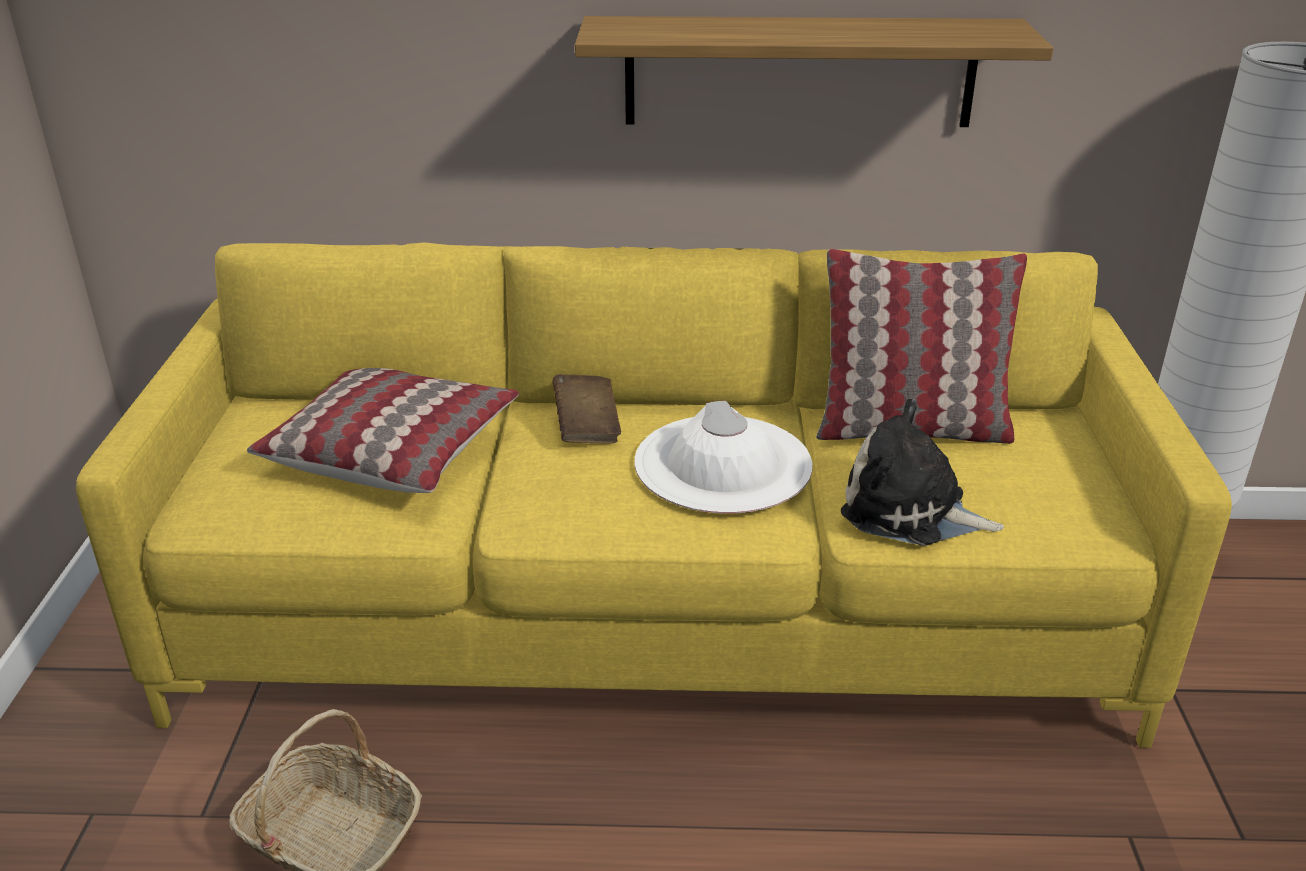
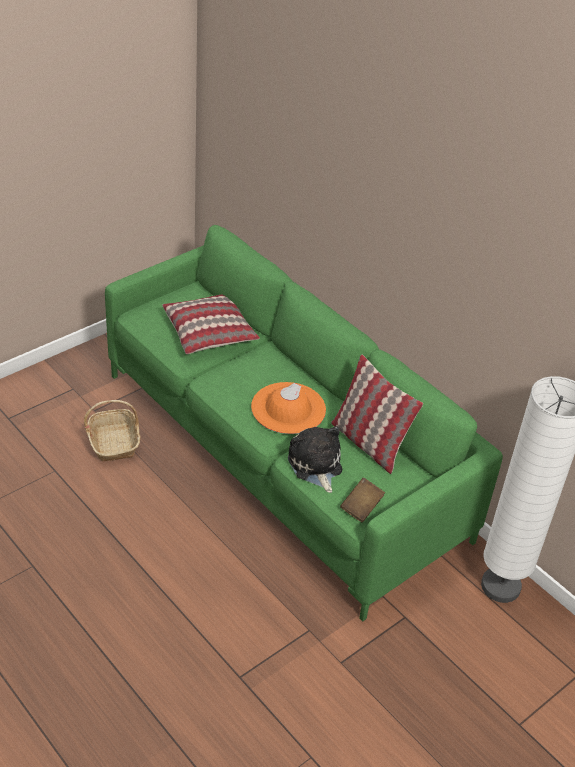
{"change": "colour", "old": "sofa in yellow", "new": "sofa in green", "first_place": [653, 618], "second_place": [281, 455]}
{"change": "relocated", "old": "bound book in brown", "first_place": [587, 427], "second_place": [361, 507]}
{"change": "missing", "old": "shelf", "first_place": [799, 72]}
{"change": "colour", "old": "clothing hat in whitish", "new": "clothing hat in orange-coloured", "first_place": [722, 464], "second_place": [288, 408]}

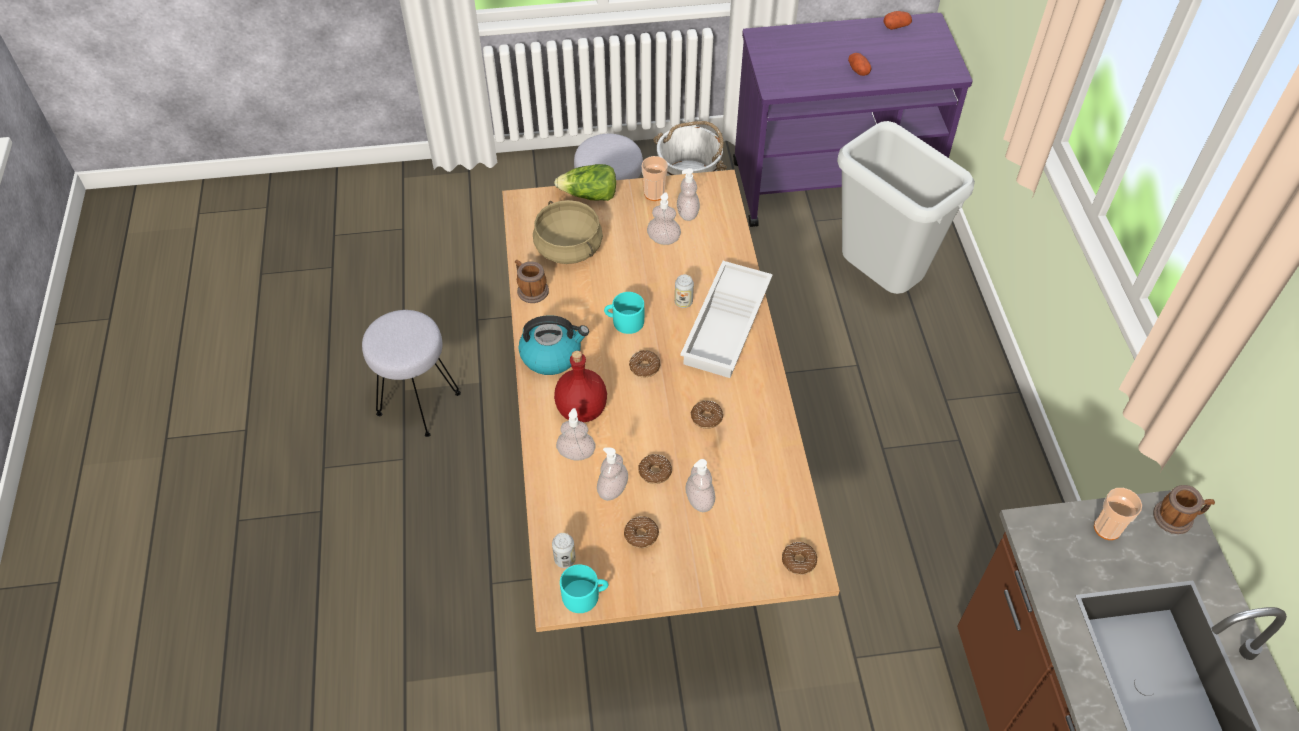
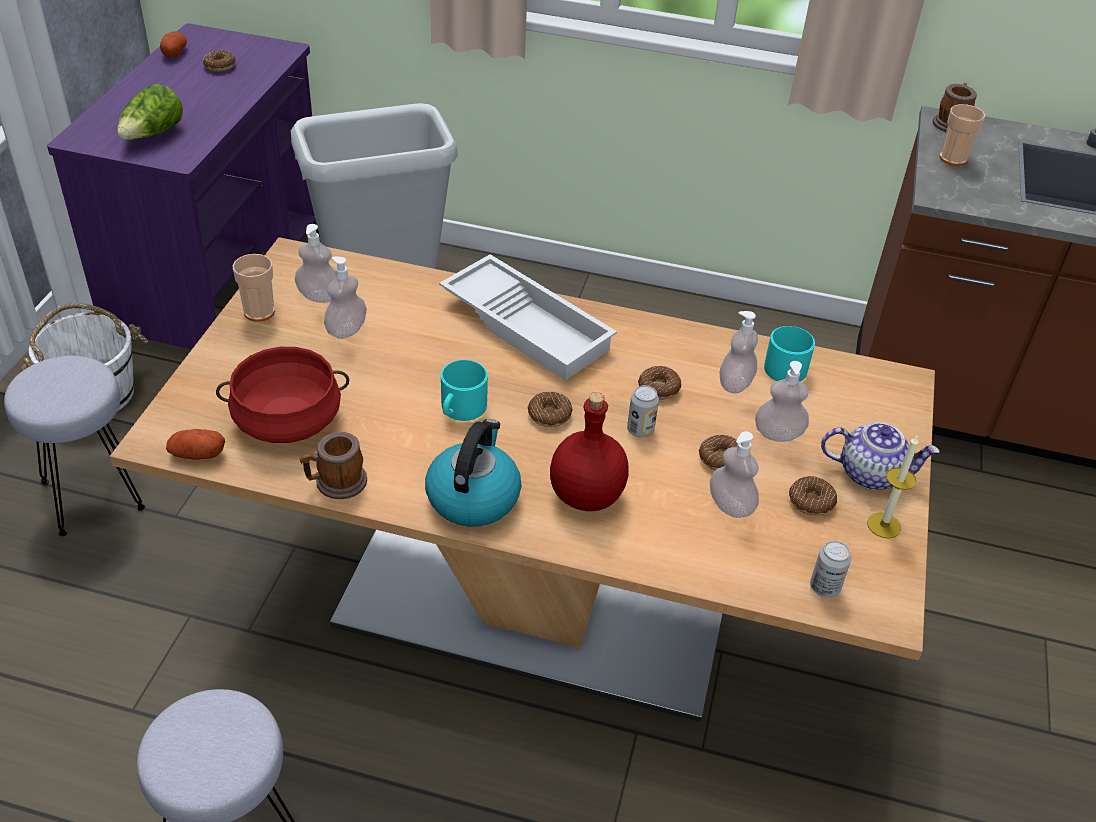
{"change": "colour", "old": "cooking pot in beige", "new": "cooking pot in red-coloured", "first_place": [569, 247], "second_place": [288, 419]}
{"change": "relocated", "old": "lettuce head", "first_place": [589, 195], "second_place": [153, 134]}
{"change": "relocated", "old": "soap dispenser", "first_place": [576, 453], "second_place": [735, 384]}
{"change": "relocated", "old": "coffee mug in turquoise", "first_place": [585, 595], "second_place": [785, 365]}
{"change": "relocated", "old": "can", "first_place": [683, 302], "second_place": [640, 430]}
{"change": "relocated", "old": "ring doughnut", "first_place": [799, 561], "second_place": [220, 66]}
{"change": "relocated", "old": "potato", "first_place": [858, 70], "second_place": [197, 454]}
{"change": "appeared", "new": "teapot", "second_place": [871, 473]}
{"change": "appeared", "new": "candle", "second_place": [884, 525]}

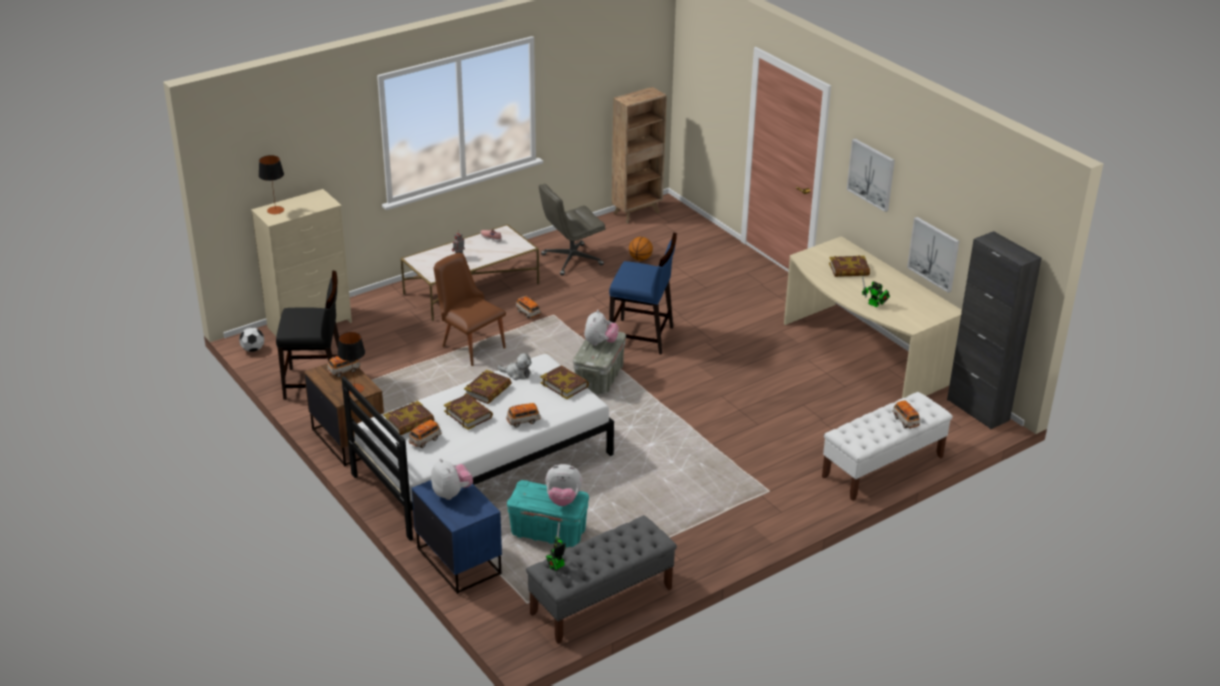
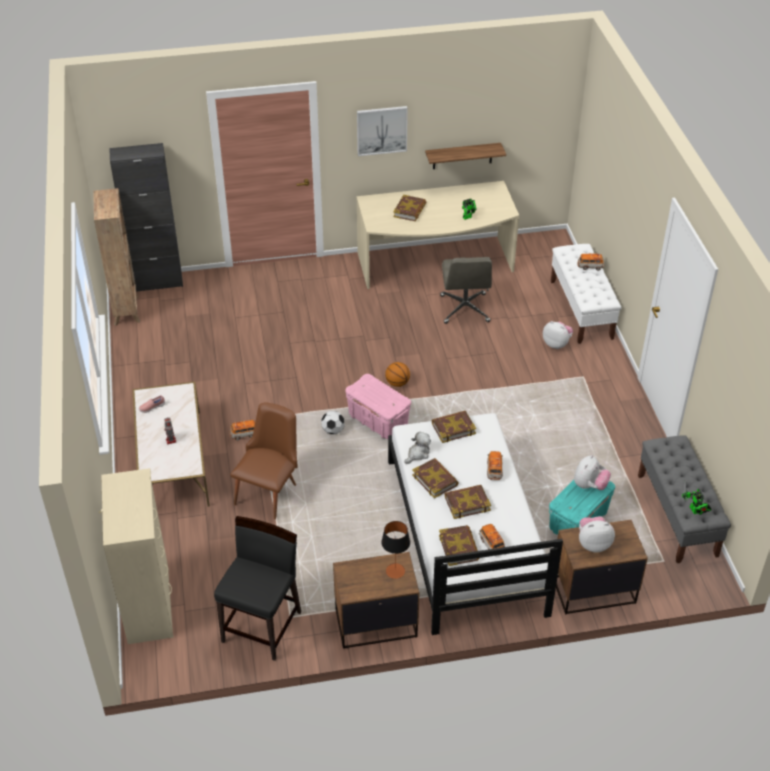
{"change": "relocated", "old": "ball for football", "first_place": [253, 349], "second_place": [333, 430]}
{"change": "missing", "old": "tabletop lamp", "first_place": [275, 210]}
{"change": "missing", "old": "miniature car", "first_place": [344, 371]}
{"change": "colour", "old": "nightstand in bluish", "new": "nightstand in brown", "first_place": [459, 561], "second_place": [593, 589]}
{"change": "spun", "old": "upright chair in brown", "first_place": [469, 345], "second_place": [270, 490], "degrees": 135}
{"change": "relocated", "old": "computer chair in grey", "first_place": [571, 260], "second_place": [465, 309]}
{"change": "colour", "old": "storage box in grey", "new": "storage box in pink", "first_place": [599, 377], "second_place": [377, 420]}
{"change": "relocated", "old": "cuddly toy", "first_place": [600, 343], "second_place": [556, 344]}
{"change": "missing", "old": "upright chair in bluish", "first_place": [641, 337]}
{"change": "relocated", "old": "basketball ball", "first_place": [640, 259], "second_place": [397, 383]}
{"change": "exchanged", "old": "picture", "new": "shelf", "first_place": [934, 254], "second_place": [462, 156]}
{"change": "relocated", "old": "cabinet in blackish", "first_place": [978, 410], "second_place": [157, 282]}

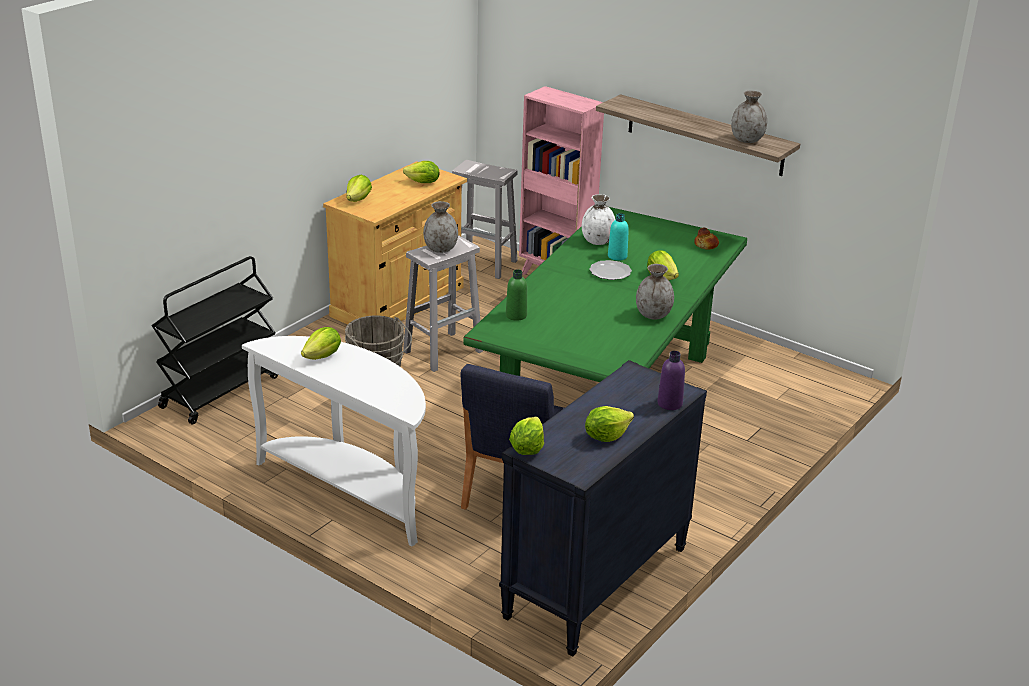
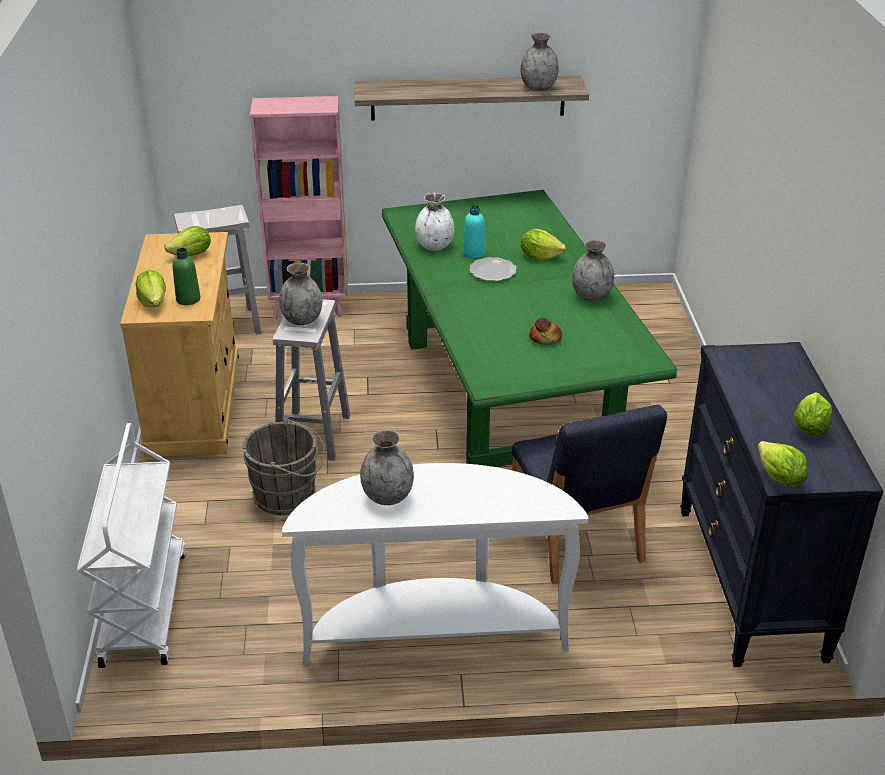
{"change": "colour", "old": "wheeled cart in blackish", "new": "wheeled cart in whitish", "first_place": [220, 391], "second_place": [143, 606]}
{"change": "exchanged", "old": "lettuce head", "new": "vase in grey", "first_place": [323, 356], "second_place": [388, 496]}
{"change": "relocated", "old": "beverage bottle in green", "first_place": [516, 315], "second_place": [188, 299]}
{"change": "missing", "old": "beverage bottle in purple", "first_place": [669, 403]}
{"change": "relocated", "old": "bakery bread", "first_place": [706, 245], "second_place": [545, 338]}

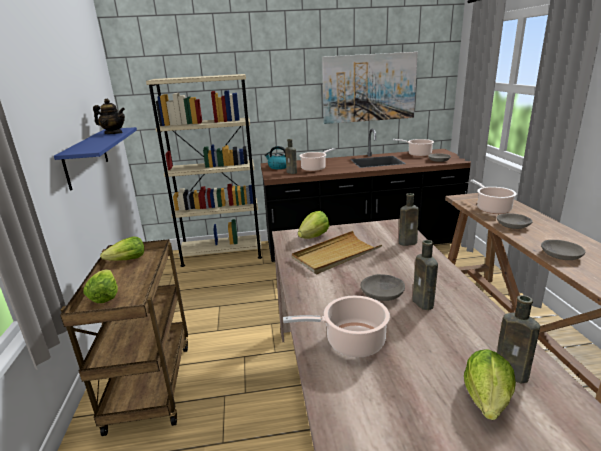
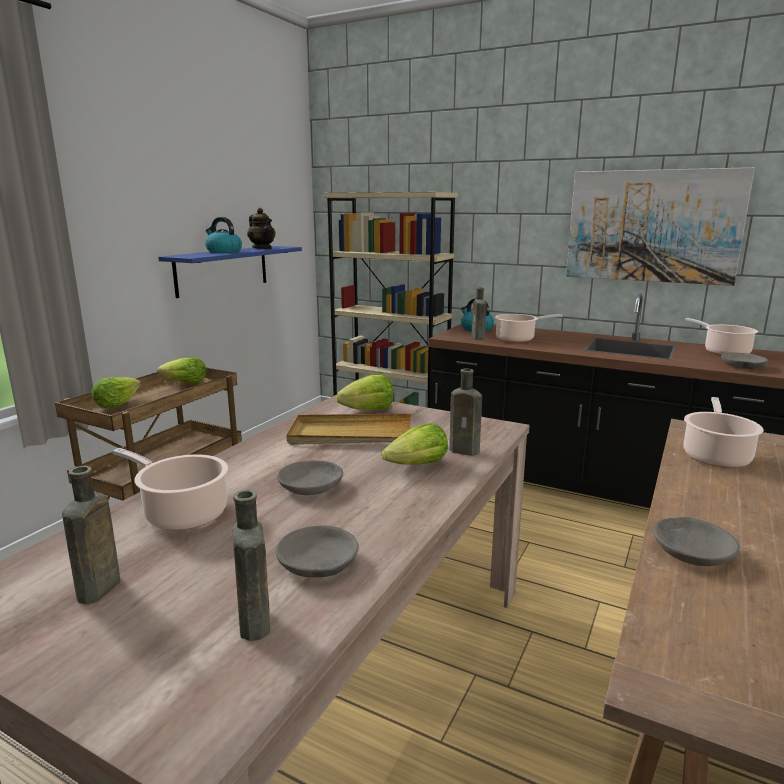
{"change": "relocated", "old": "beverage bottle in brown", "first_place": [424, 304], "second_place": [97, 591]}
{"change": "relocated", "old": "lettuce head", "first_place": [487, 399], "second_place": [418, 465]}
{"change": "relocated", "old": "serving bowl in grey", "first_place": [513, 225], "second_place": [318, 564]}
{"change": "appeared", "new": "kettle", "second_place": [223, 252]}

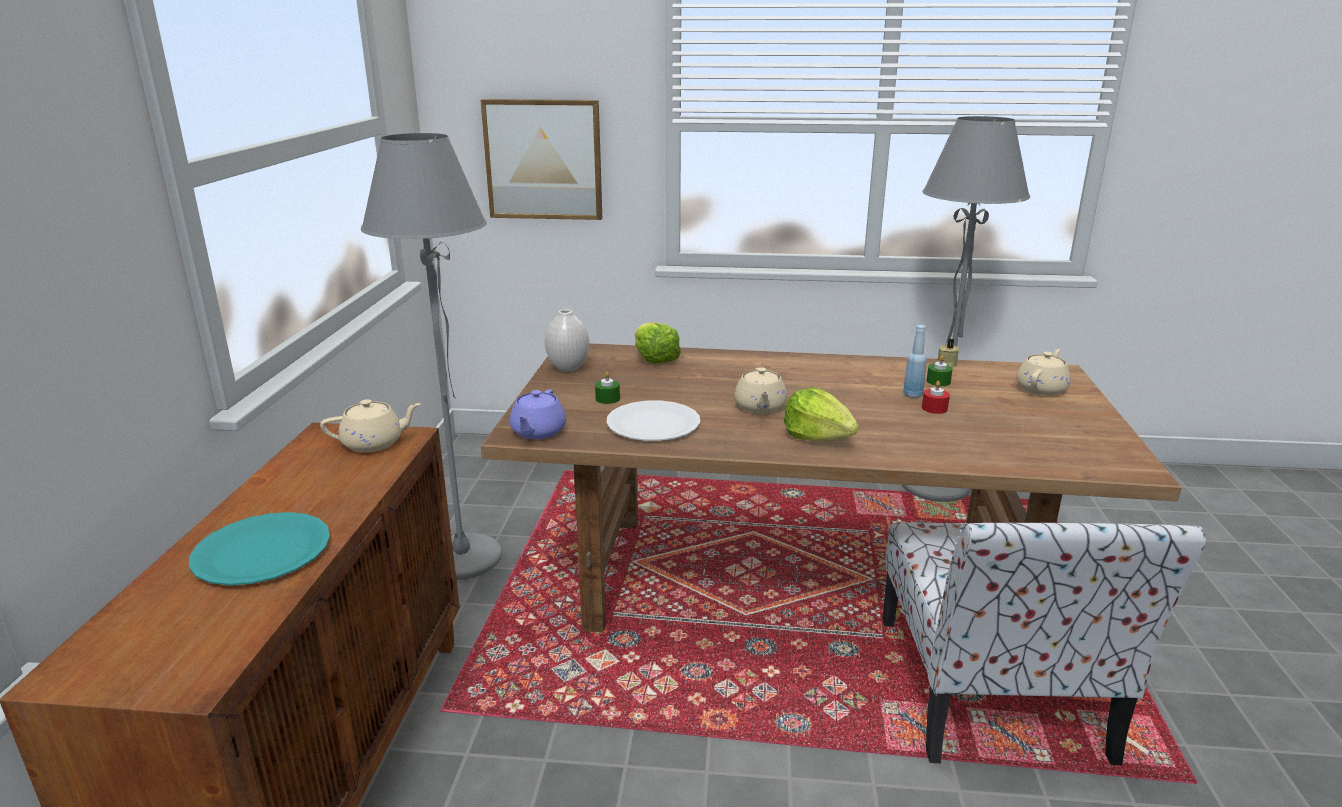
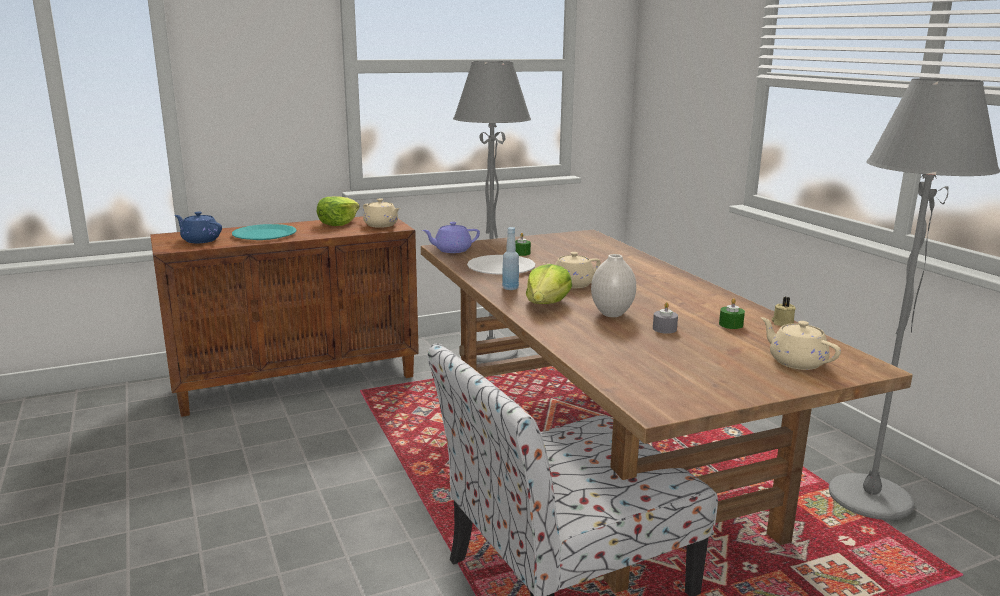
{"change": "missing", "old": "picture", "first_place": [543, 159]}
{"change": "relocated", "old": "vase in whitish", "first_place": [568, 368], "second_place": [611, 314]}
{"change": "relocated", "old": "lettuce head", "first_place": [655, 359], "second_place": [338, 223]}
{"change": "relocated", "old": "beverage bottle in bluish", "first_place": [912, 395], "second_place": [510, 288]}
{"change": "colour", "old": "candle in red-coloured", "new": "candle in grey", "first_place": [934, 408], "second_place": [664, 329]}
{"change": "spun", "old": "teapot in beige", "first_place": [1041, 389], "second_place": [796, 362], "degrees": -135}
{"change": "appeared", "new": "teapot in bluish", "second_place": [200, 240]}

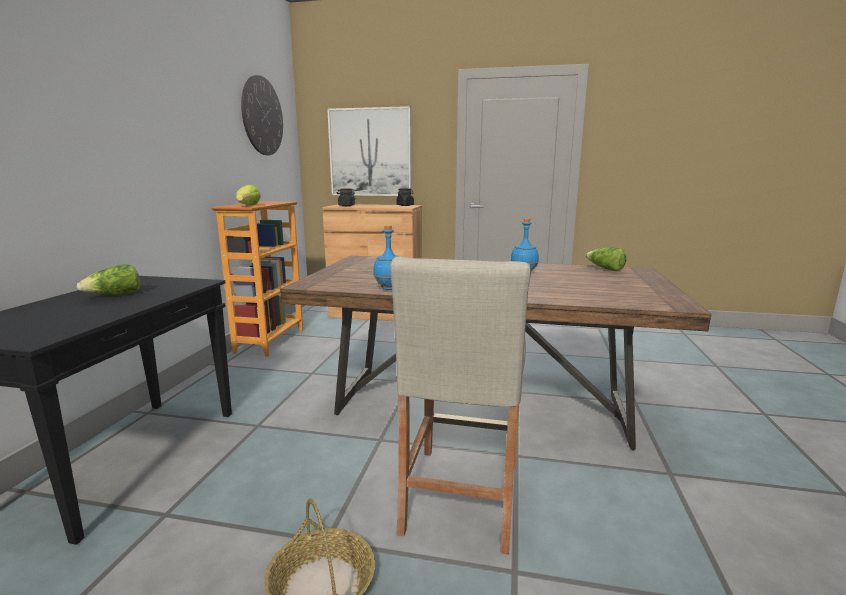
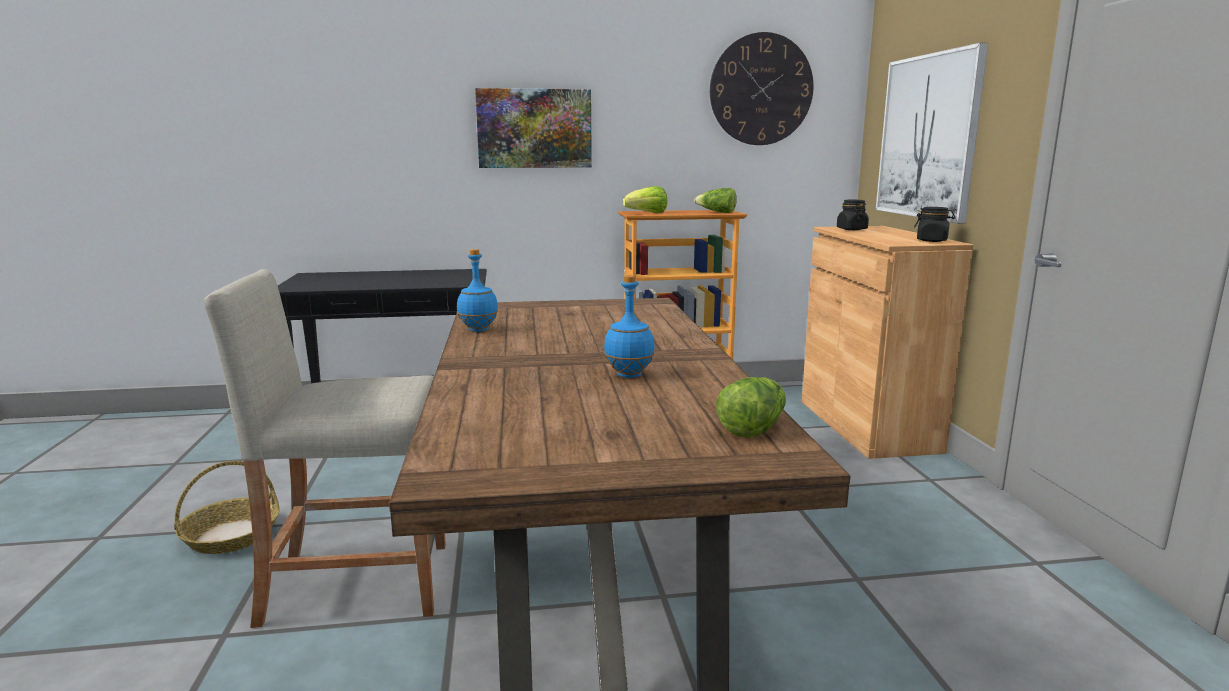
{"change": "relocated", "old": "lettuce head", "first_place": [115, 295], "second_place": [716, 212]}
{"change": "appeared", "new": "picture", "second_place": [534, 128]}

